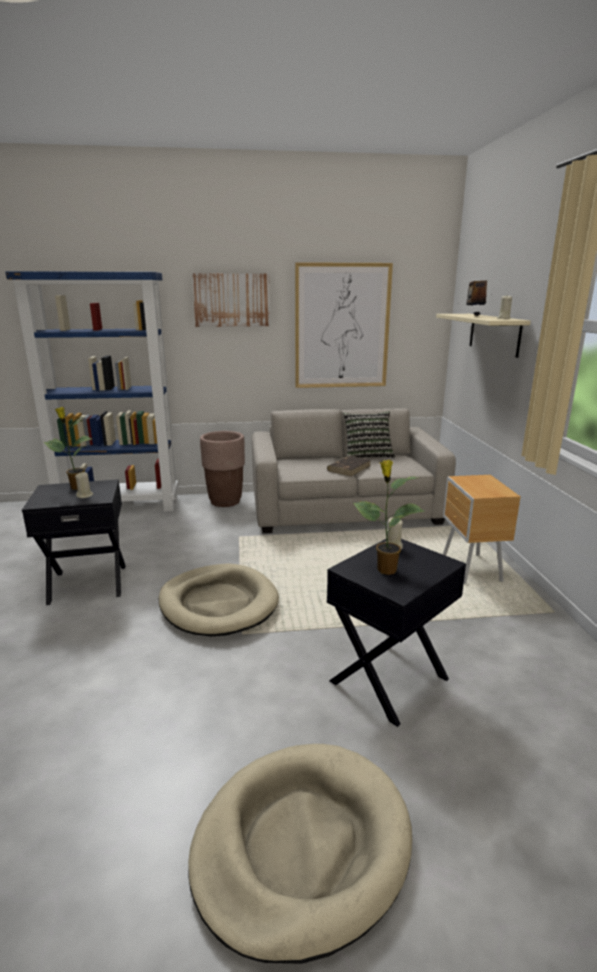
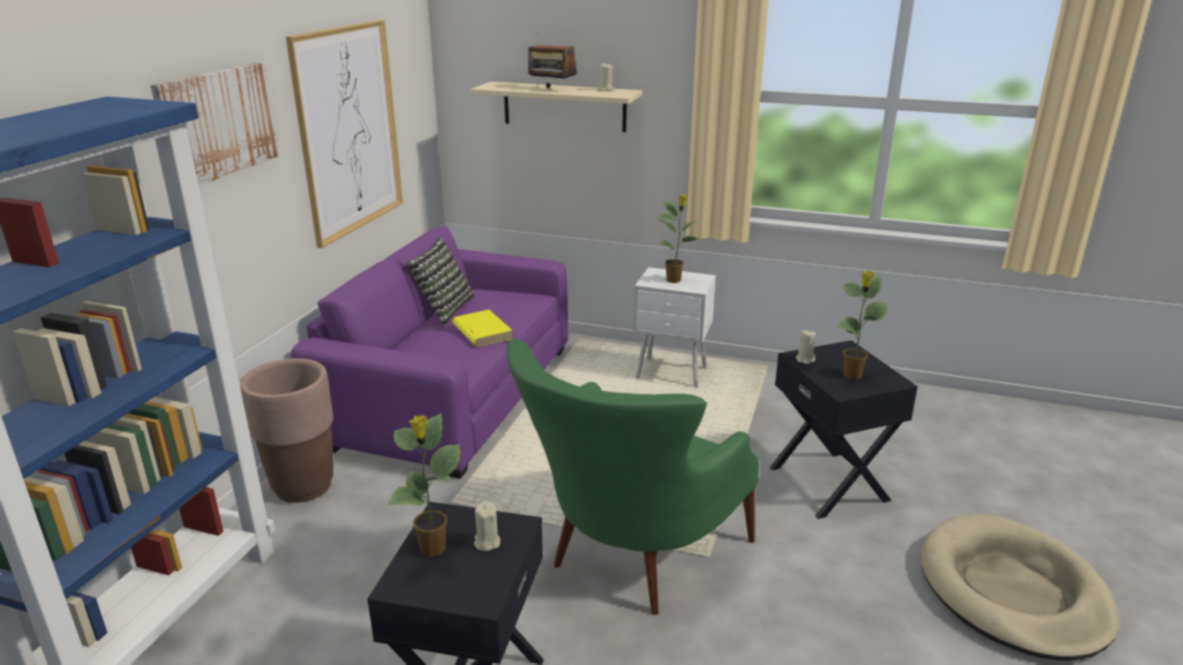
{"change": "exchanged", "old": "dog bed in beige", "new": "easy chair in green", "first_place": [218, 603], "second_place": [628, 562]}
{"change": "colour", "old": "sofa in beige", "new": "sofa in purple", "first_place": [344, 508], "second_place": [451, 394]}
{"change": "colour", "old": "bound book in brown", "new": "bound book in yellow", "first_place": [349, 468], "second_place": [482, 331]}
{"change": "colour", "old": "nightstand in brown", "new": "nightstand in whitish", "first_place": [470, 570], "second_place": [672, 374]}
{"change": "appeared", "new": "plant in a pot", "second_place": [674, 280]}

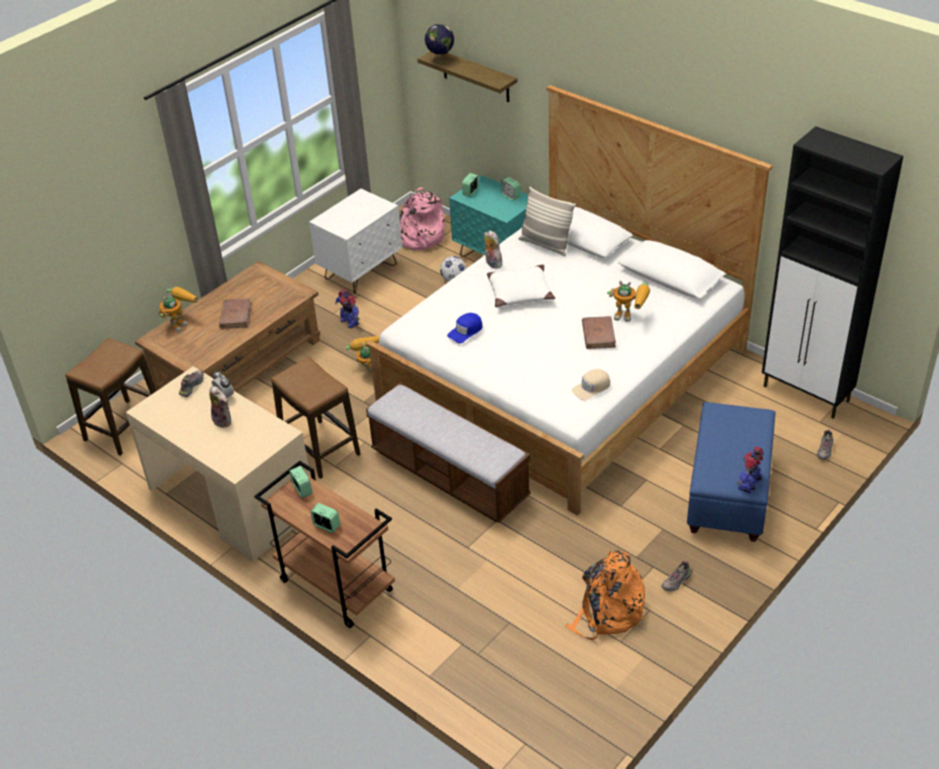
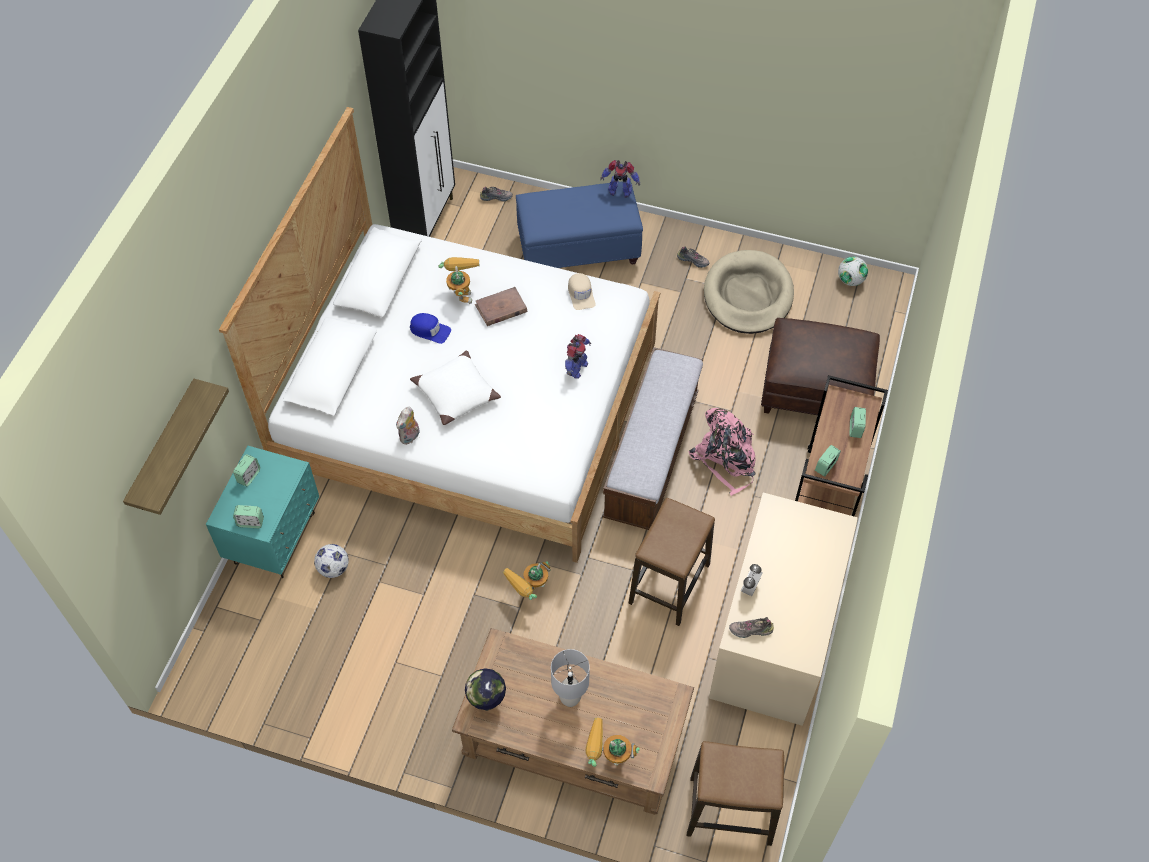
{"change": "missing", "old": "cuddly toy", "first_place": [224, 420]}
{"change": "exchanged", "old": "bound book in brown", "new": "tabletop lamp in grey", "first_place": [235, 315], "second_place": [570, 698]}
{"change": "missing", "old": "nightstand in whitish", "first_place": [361, 272]}
{"change": "relocated", "old": "robot figure", "first_place": [349, 322], "second_place": [576, 368]}
{"change": "relocated", "old": "backpack in pink", "first_place": [418, 238], "second_place": [726, 459]}
{"change": "relocated", "old": "globe", "first_place": [440, 60], "second_place": [487, 701]}
{"change": "relocated", "old": "peaked cap in bluish", "first_place": [465, 331], "second_place": [430, 330]}
{"change": "missing", "old": "throw pillow", "first_place": [545, 244]}
{"change": "exchanged", "old": "backpack in orange-coloured", "new": "dog bed in beige", "first_place": [607, 612], "second_place": [748, 295]}
{"change": "spun", "old": "peaked cap in beige", "first_place": [591, 388], "second_place": [581, 294], "degrees": 45}
{"change": "appeared", "new": "footrest in brown", "second_place": [813, 392]}
{"change": "appeared", "new": "ball for football", "second_place": [850, 280]}

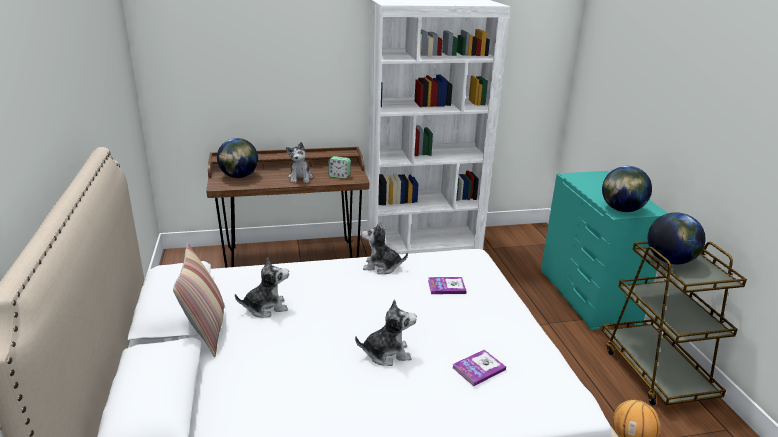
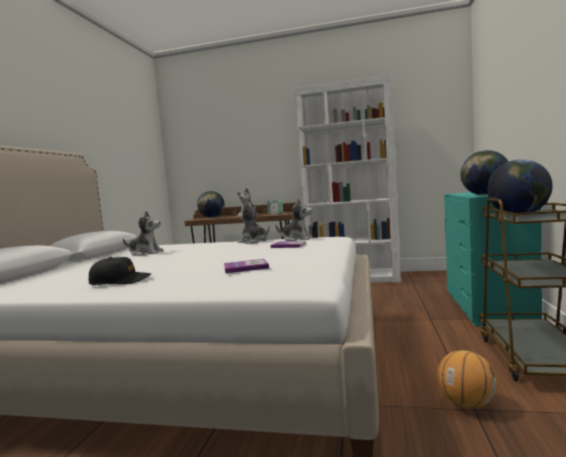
{"change": "missing", "old": "throw pillow", "first_place": [206, 331]}
{"change": "relocated", "old": "cuddly toy", "first_place": [387, 353], "second_place": [296, 239]}
{"change": "appeared", "new": "peaked cap in blackish", "second_place": [120, 281]}

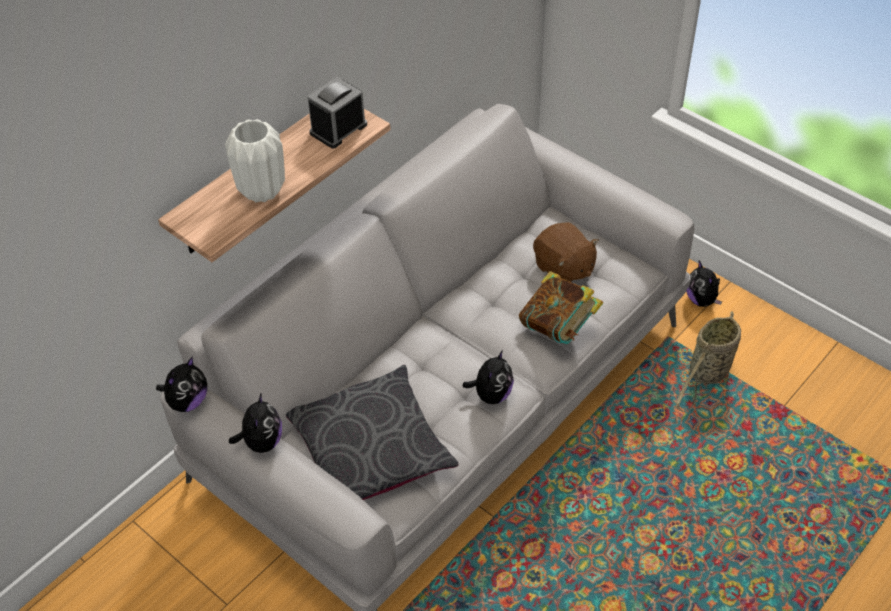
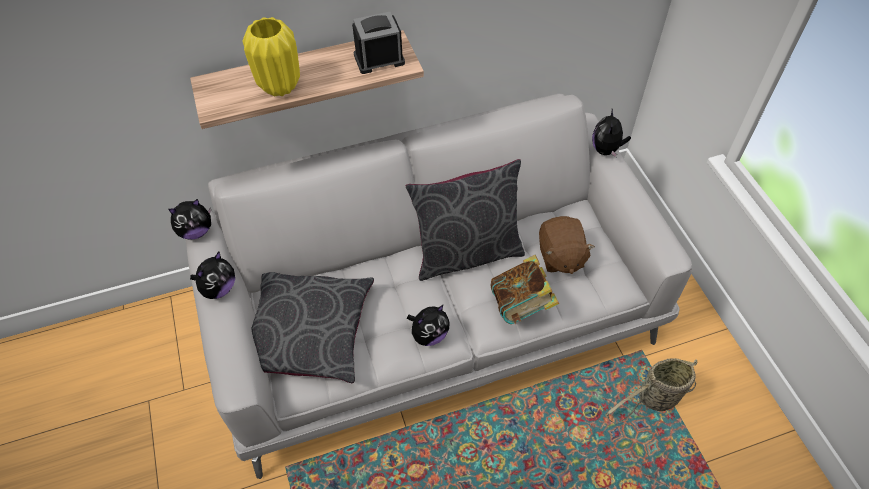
{"change": "colour", "old": "vase in whitish", "new": "vase in yellow", "first_place": [261, 191], "second_place": [279, 86]}
{"change": "relocated", "old": "cuddly toy", "first_place": [701, 300], "second_place": [606, 150]}
{"change": "appeared", "new": "throw pillow in grey", "second_place": [466, 253]}

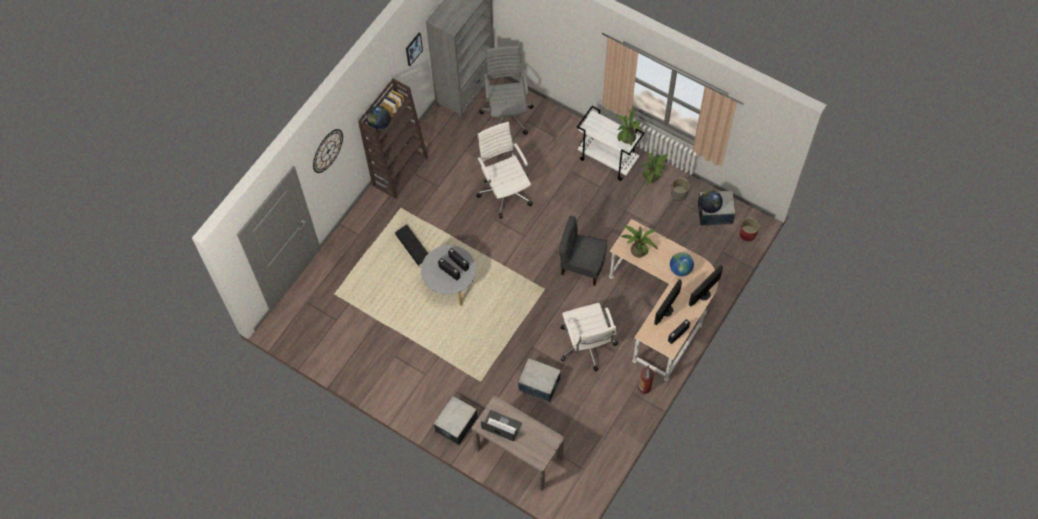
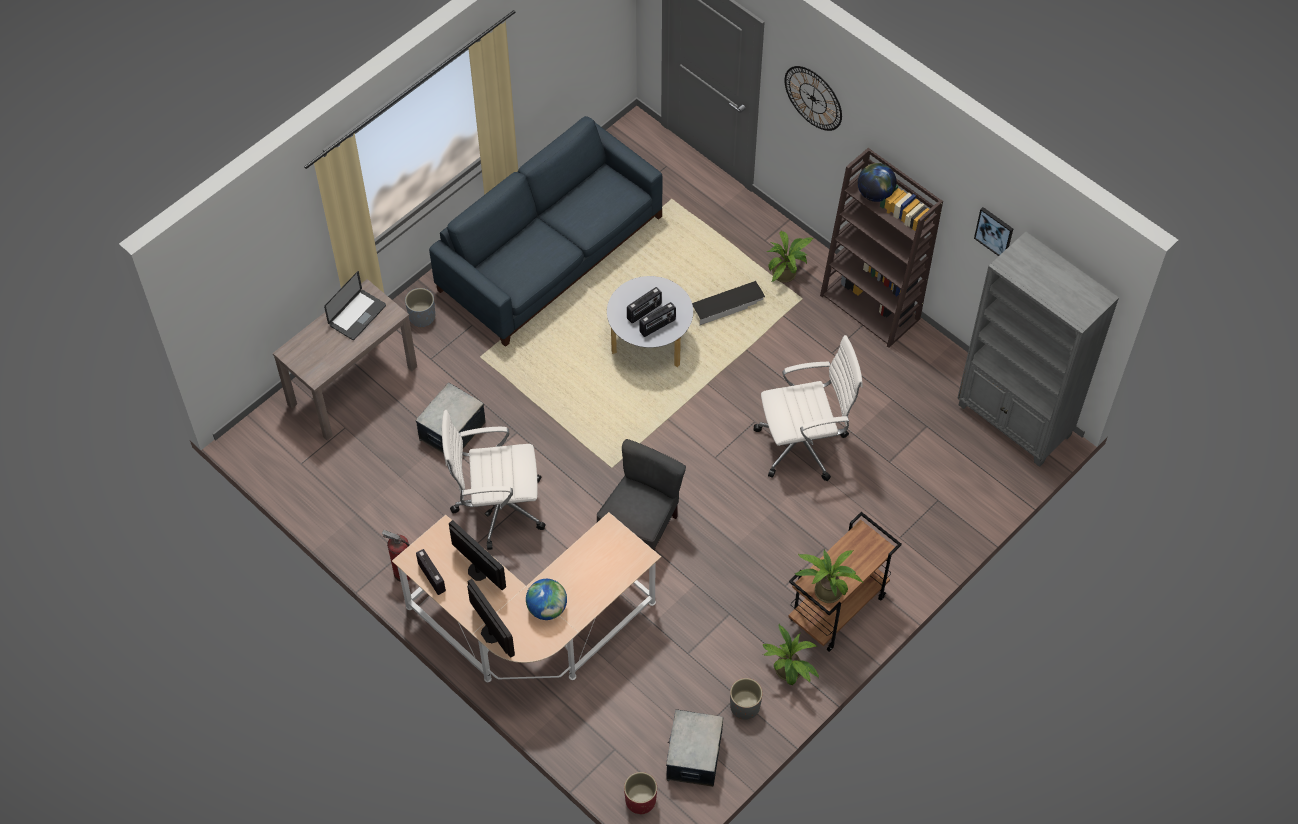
{"change": "exchanged", "old": "storage box", "new": "planter in grey", "first_place": [456, 424], "second_place": [422, 316]}
{"change": "missing", "old": "computer chair in grey", "first_place": [507, 115]}
{"change": "colour", "old": "wheeled cart in whitish", "new": "wheeled cart in brown", "first_place": [608, 159], "second_place": [837, 609]}
{"change": "relocated", "old": "plant in a pot", "first_place": [637, 249], "second_place": [787, 273]}
{"change": "missing", "old": "globe", "first_place": [709, 207]}
{"change": "appeared", "new": "sofa in bluish", "second_place": [552, 253]}

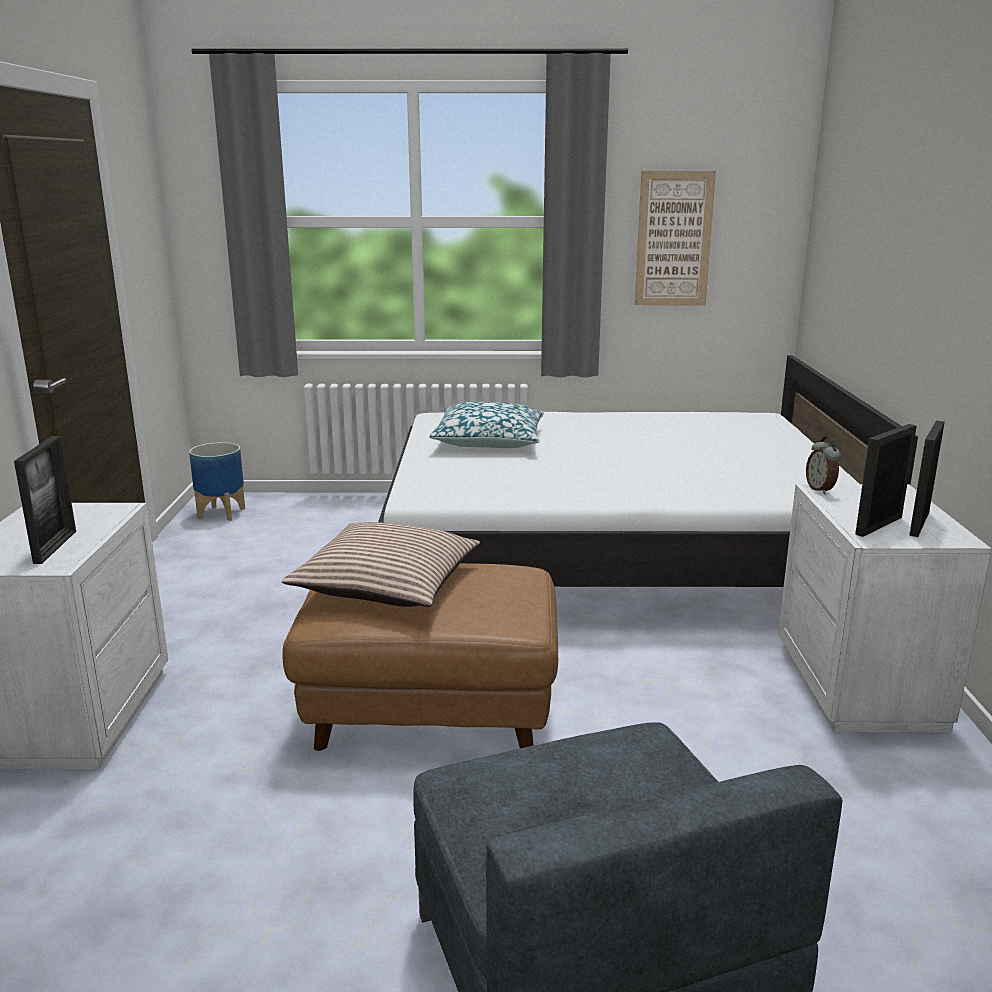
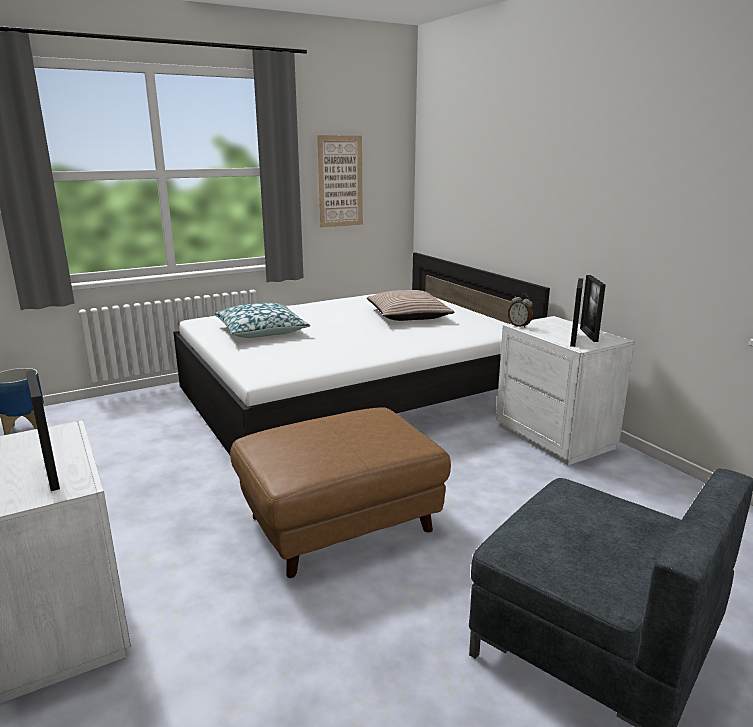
{"change": "relocated", "old": "throw pillow", "first_place": [387, 583], "second_place": [408, 315]}

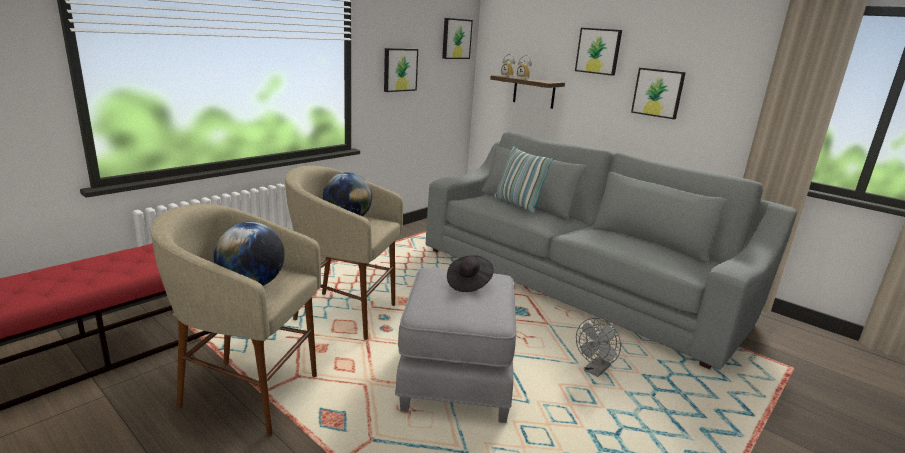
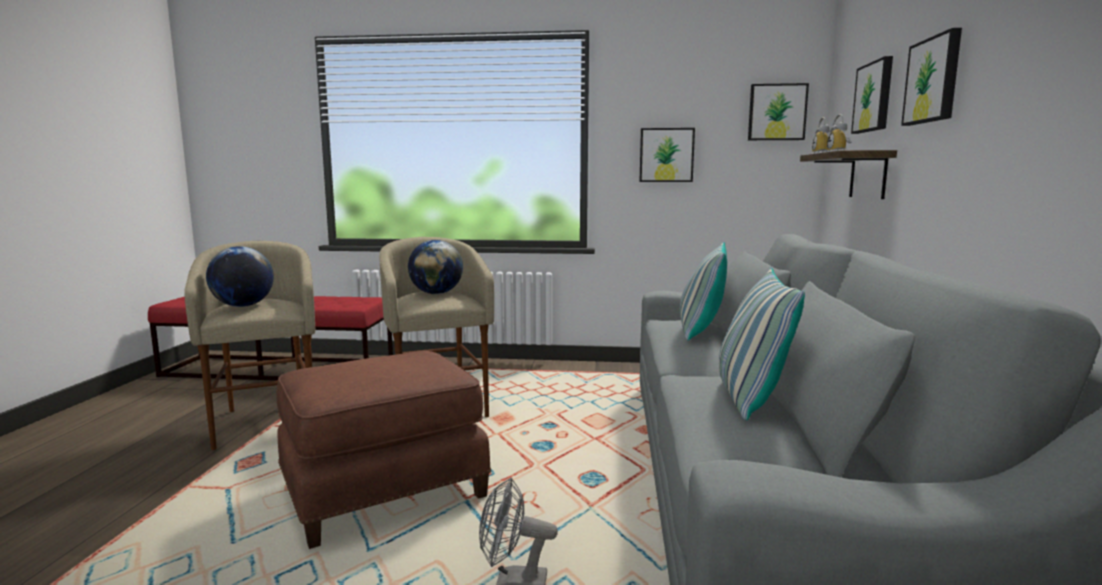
{"change": "colour", "old": "footrest in grey", "new": "footrest in brown", "first_place": [455, 376], "second_place": [384, 490]}
{"change": "missing", "old": "clothing hat in blackish", "first_place": [469, 283]}
{"change": "relocated", "old": "picture", "first_place": [658, 93], "second_place": [874, 97]}
{"change": "appeared", "new": "throw pillow", "second_place": [749, 398]}

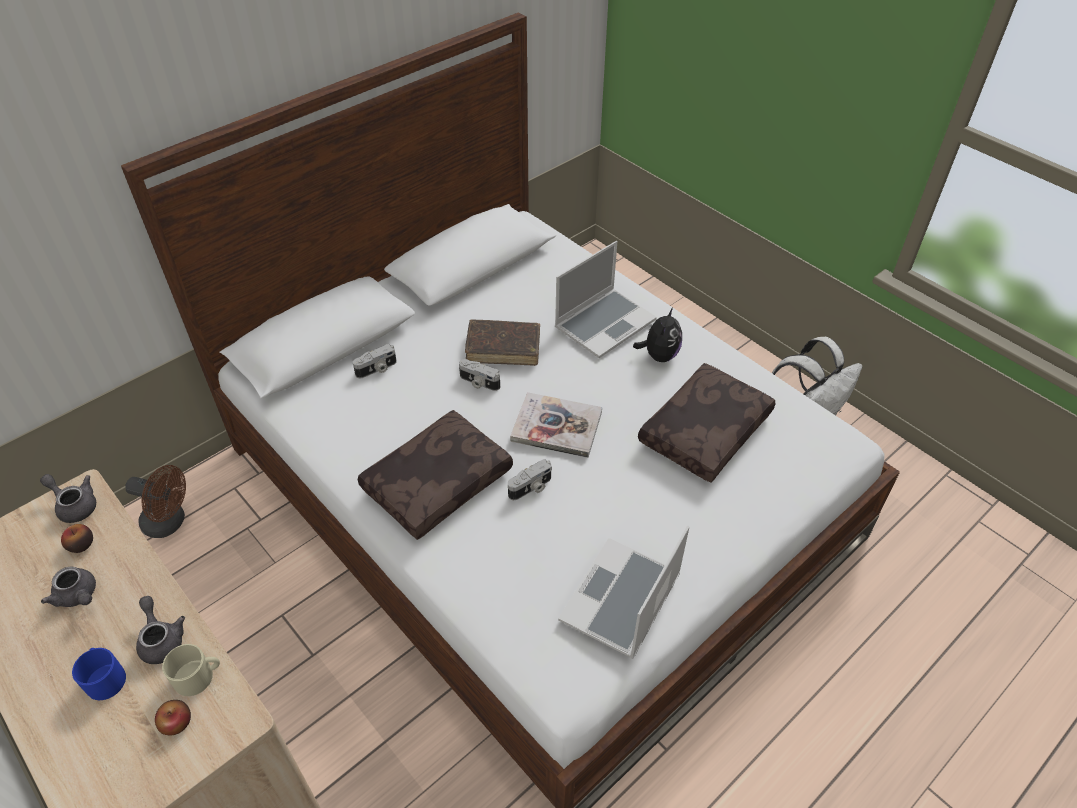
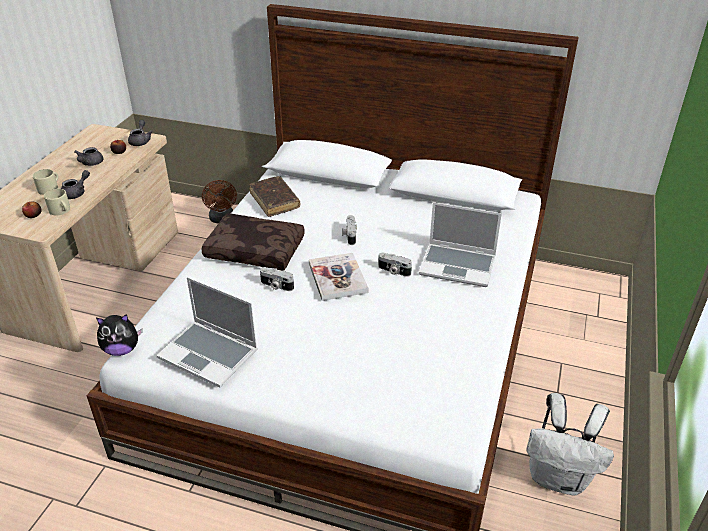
{"change": "colour", "old": "coffee mug in bluish", "new": "coffee mug in beige", "first_place": [105, 677], "second_place": [50, 188]}
{"change": "relocated", "old": "photo camera", "first_place": [377, 369], "second_place": [393, 271]}
{"change": "relocated", "old": "bound book in brown", "first_place": [503, 348], "second_place": [274, 201]}
{"change": "spun", "old": "laptop", "first_place": [621, 601], "second_place": [210, 354], "degrees": -150}
{"change": "relocated", "old": "cuddly toy", "first_place": [659, 355], "second_place": [122, 350]}
{"change": "missing", "old": "throw pillow in brown", "first_place": [703, 430]}

